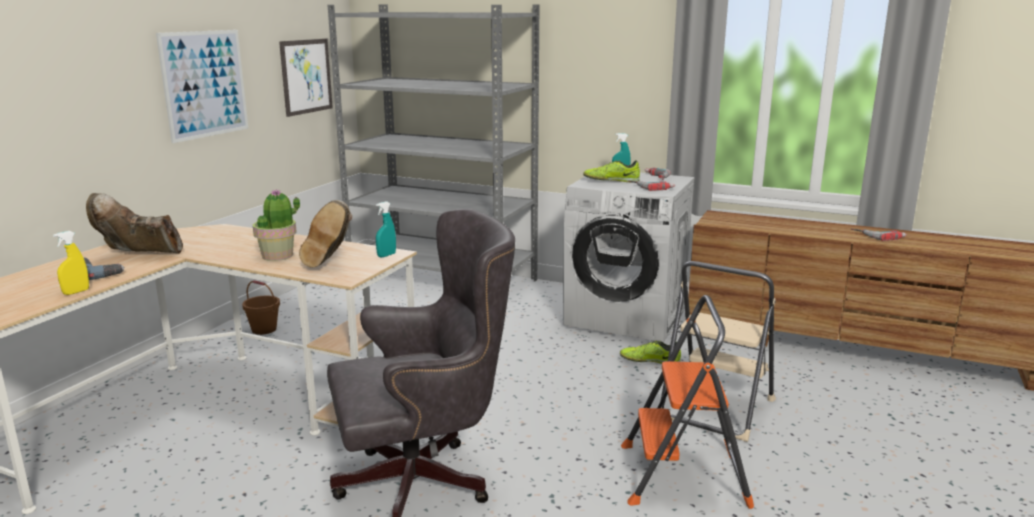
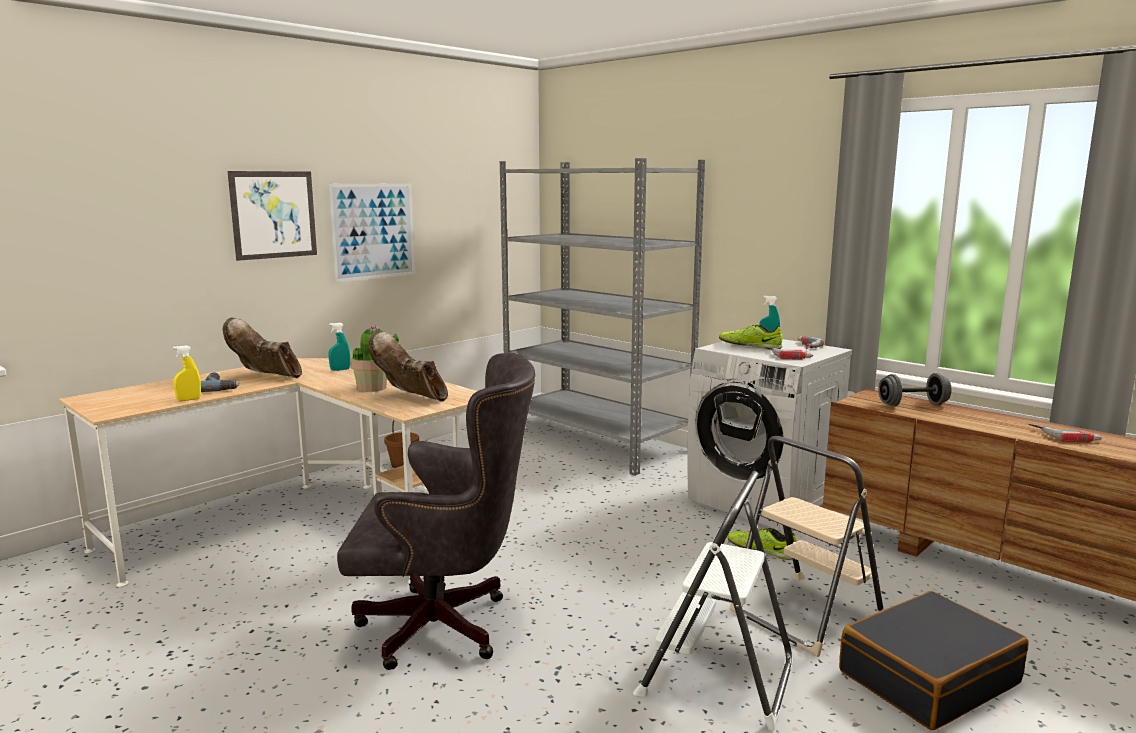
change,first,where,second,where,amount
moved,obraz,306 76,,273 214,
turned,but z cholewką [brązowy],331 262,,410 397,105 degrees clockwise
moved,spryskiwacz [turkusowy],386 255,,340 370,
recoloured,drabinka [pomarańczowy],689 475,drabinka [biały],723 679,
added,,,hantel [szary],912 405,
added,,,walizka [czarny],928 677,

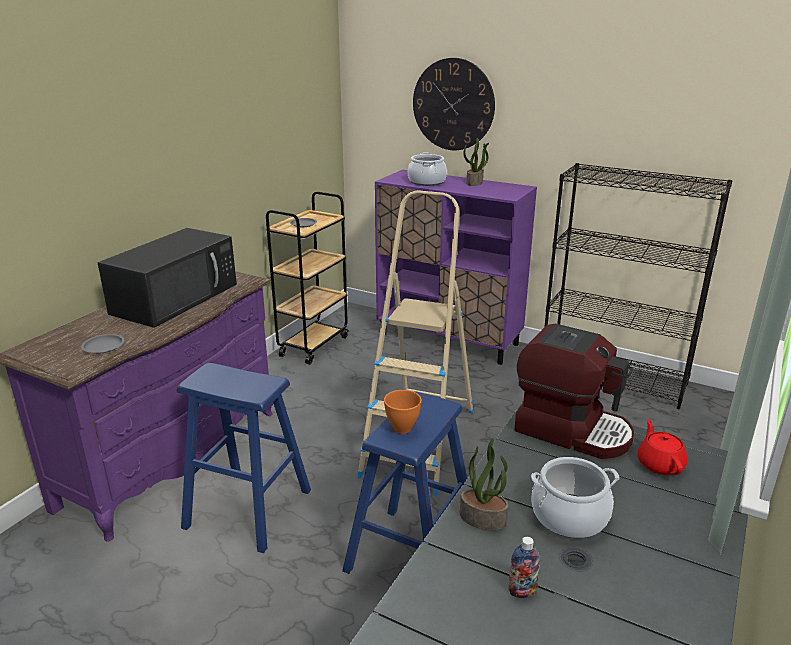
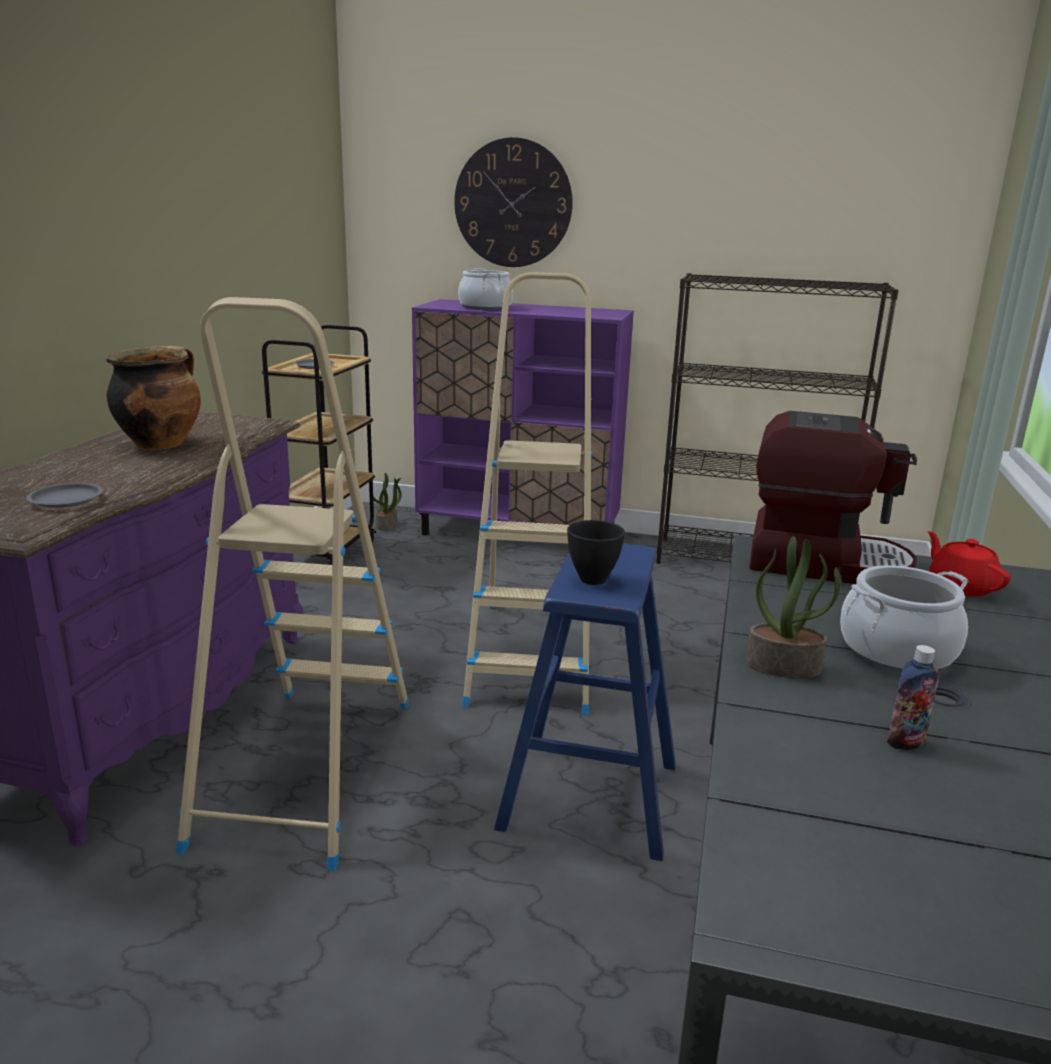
change,first,where,second,where,amount
moved,roślina doniczkowa,475 183,,387 525,
replaced,mikrofalówka [czarny],176 298,garnek,161 443,
replaced,stołek [niebieski],248 508,drabinka [beżowy],308 766,
recoloured,miska [pomarańczowy],403 428,miska [czarny],593 579,

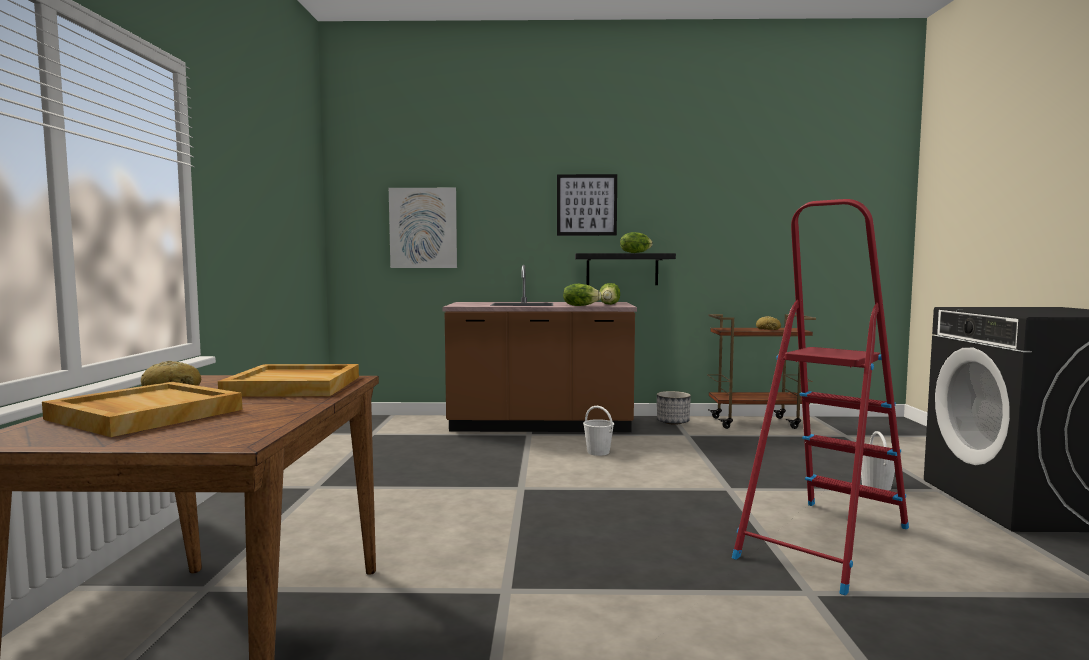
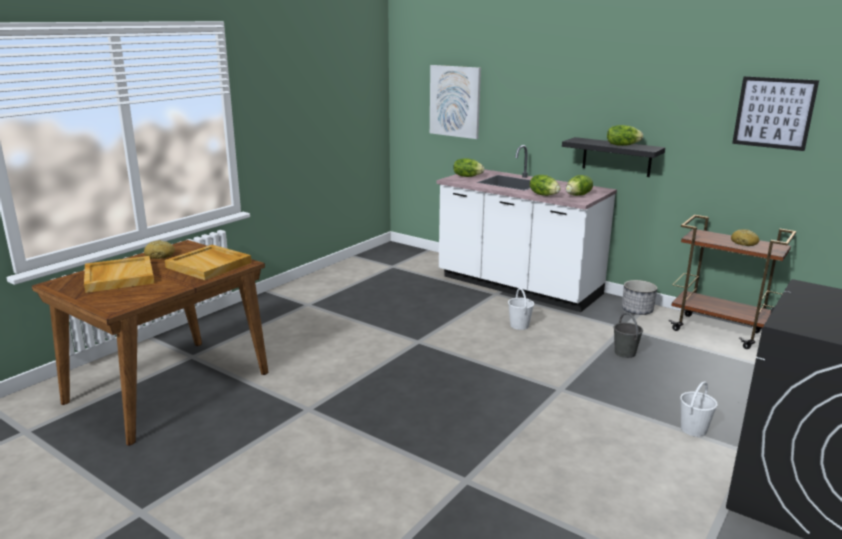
change,first,where,second,where,amount
moved,obraz,586 205,,773 113,
removed,drabinka [czerwony],825 541,,,
recoloured,zabudowa kuchenna [brązowy],540 425,zabudowa kuchenna [biały],518 286,
added,,,sałata,467 176,
added,,,wiadro [szary],625 353,

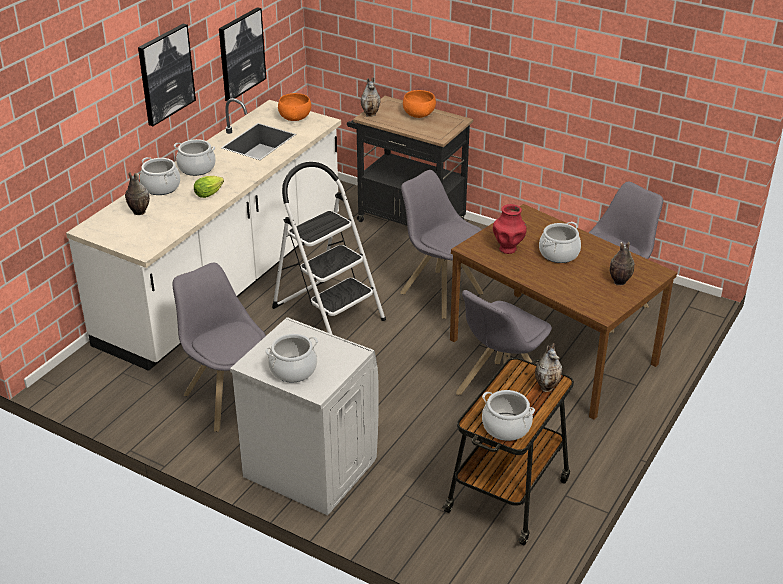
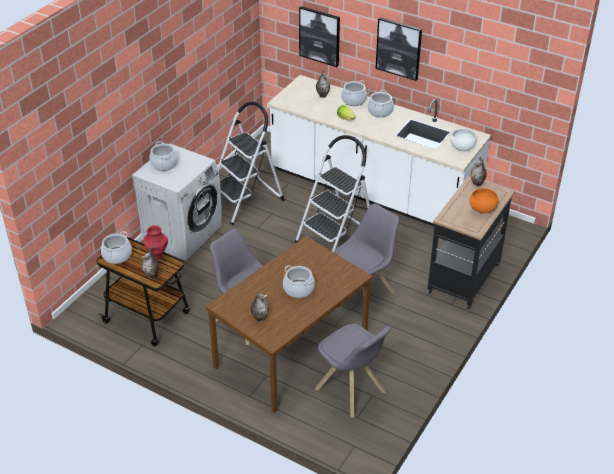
change,first,where,second,where,amount
moved,obraz,241 54,,320 36,
recoloured,miska [pomarańczowy],295 118,miska [biały],462 147,
moved,wazon [czerwony],508 249,,157 255,
replaced,krzesło [szary],227 399,drabinka,247 200,

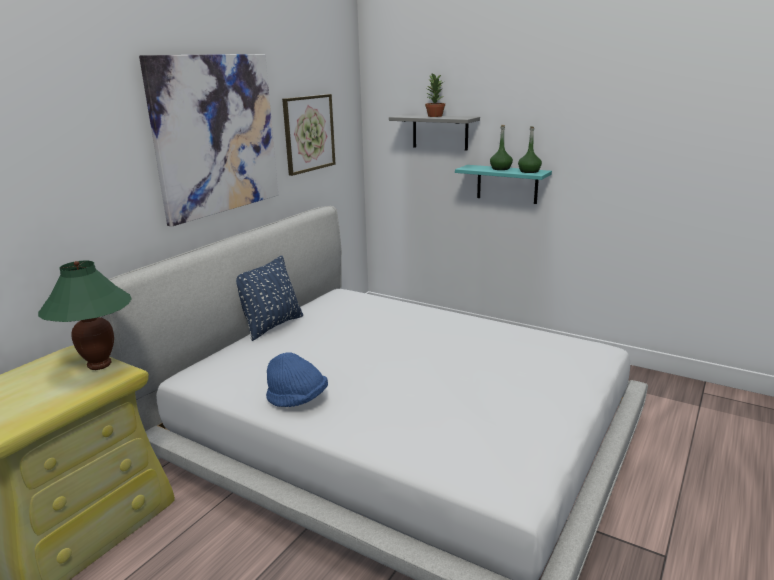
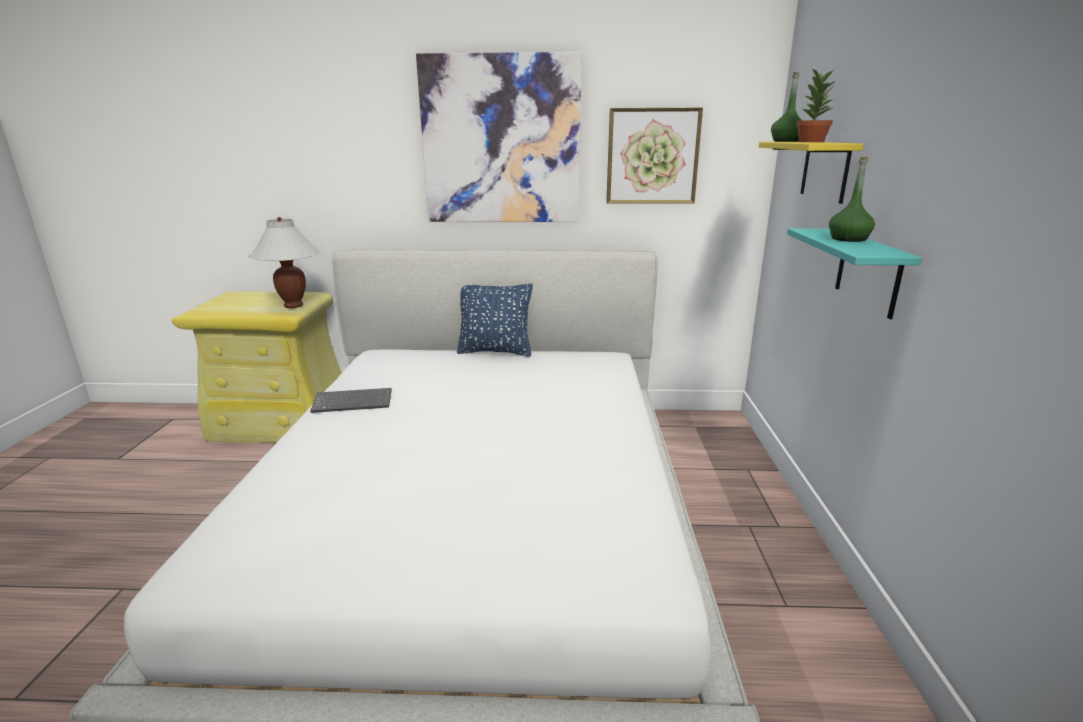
change,first,where,second,where,amount
recoloured,półka [szary],440 132,półka [żółty],825 170,
moved,butelka [zielony],529 171,,786 141,
recoloured,lampa stołowa [zielony],99 365,lampa stołowa [biały],293 305,
replaced,kapelusz [niebieski],297 400,klawiatura,354 401,

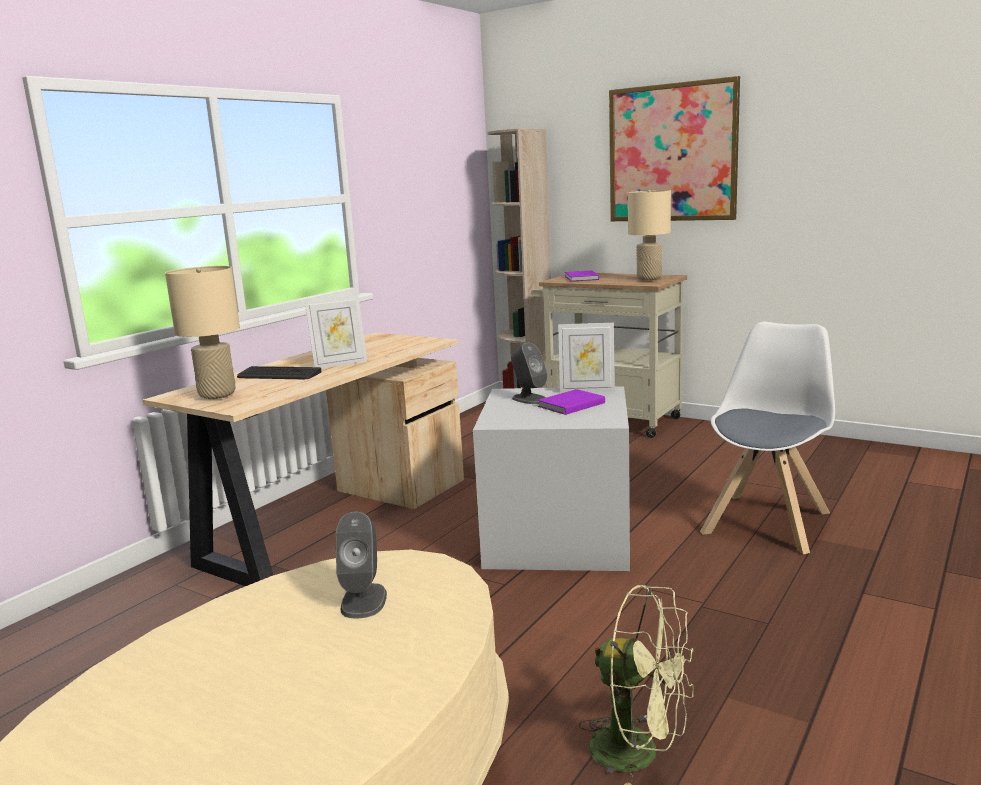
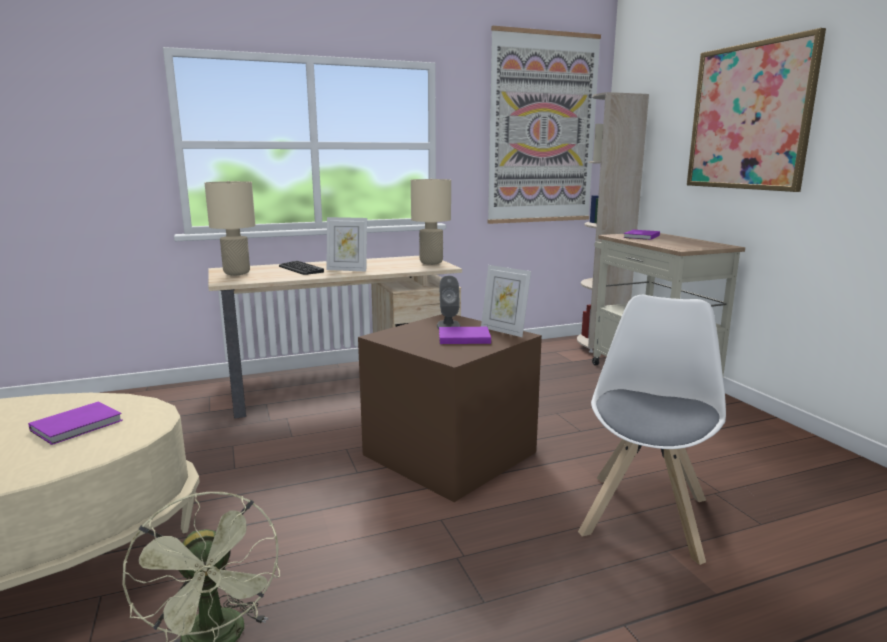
change,first,where,second,where,amount
moved,lampa stołowa [beżowy],649 279,,431 263,
turned,krzesło,767 521,,646 513,45 degrees counterclockwise
recoloured,pojemnik do przechowywania [szary],560 536,pojemnik do przechowywania [brązowy],452 453,
replaced,głośnik [szary],364 600,książka [fioletowy],79 425,
added,,,obraz,542 129,

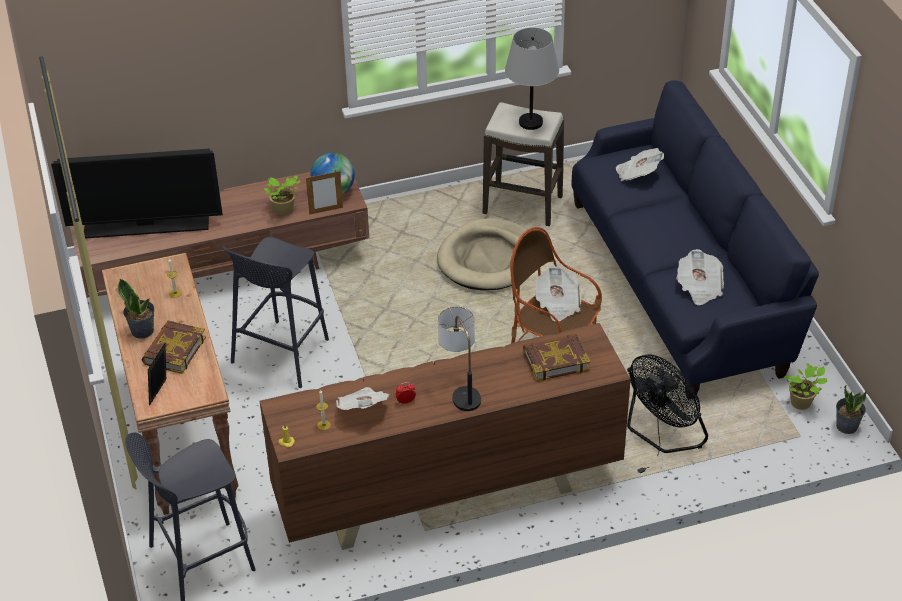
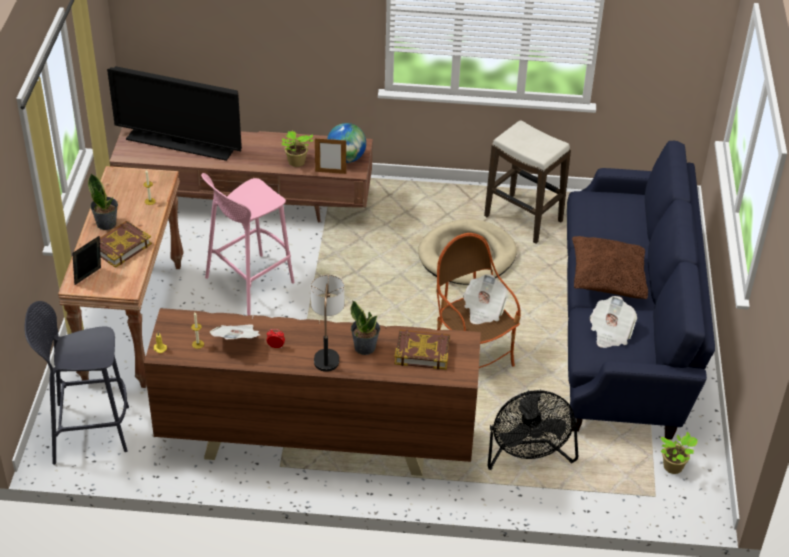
change,first,where,second,where,amount
removed,lampa stołowa [szary],531 122,,,
removed,gazeta,637 174,,,
recoloured,stołek [szary],282 354,stołek [różowy],250 283,
turned,wentylator [czarny],656 436,,524 453,105 degrees clockwise
moved,roślina doniczkowa,846 426,,365 347,
added,,,poduszka [brązowy],608 277,

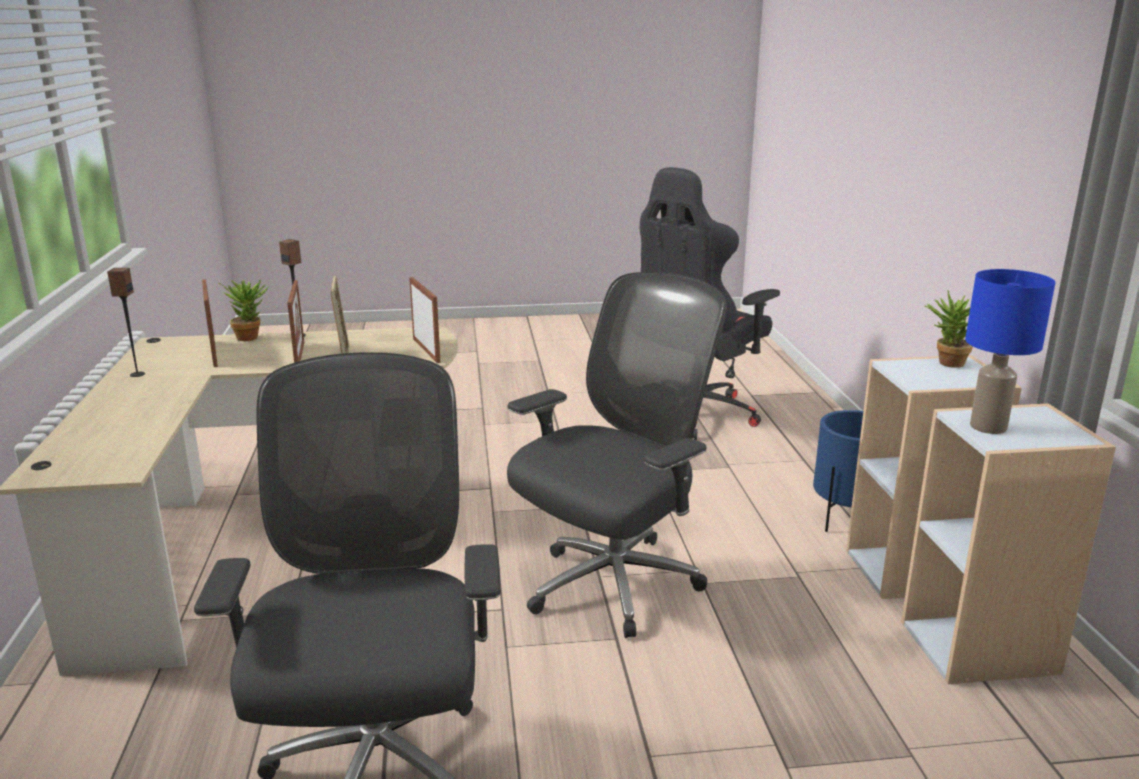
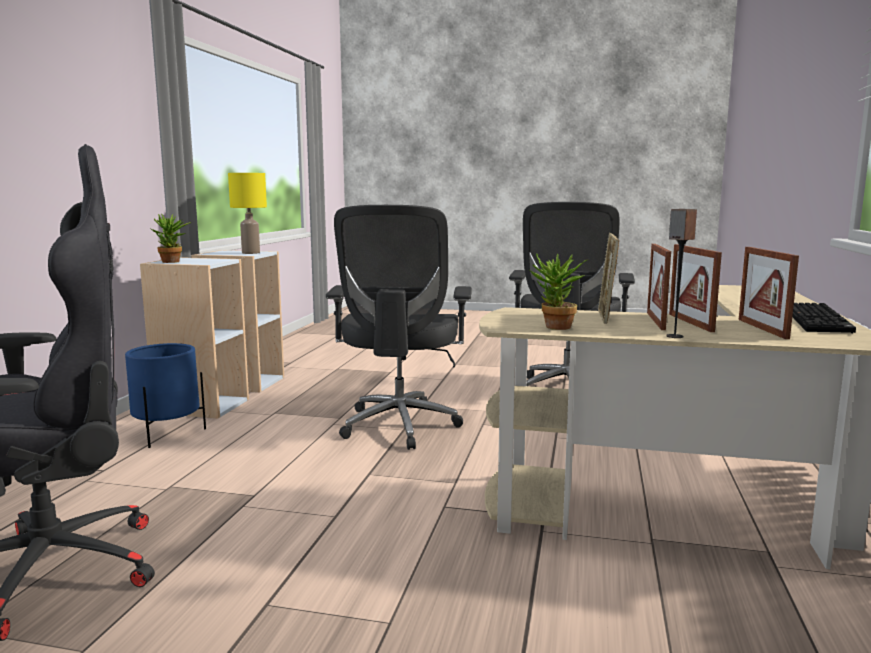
change,first,where,second,where,amount
replaced,głośnik,137 374,klawiatura,819 320,
recoloured,lampa stołowa [niebieski],989 427,lampa stołowa [żółty],251 253,
turned,krzesło biurowe,613 586,,399 424,60 degrees counterclockwise
moved,ramka na zdjęcie,426 350,,690 322,
moved,roślina doniczkowa,250 336,,555 328,

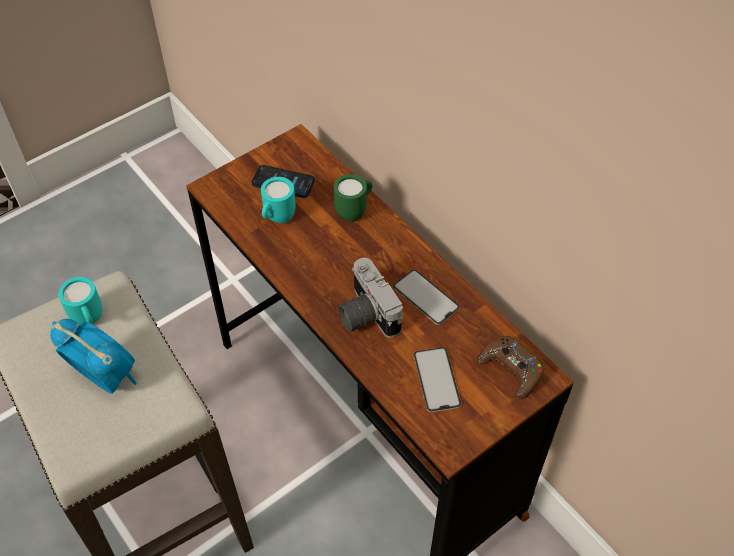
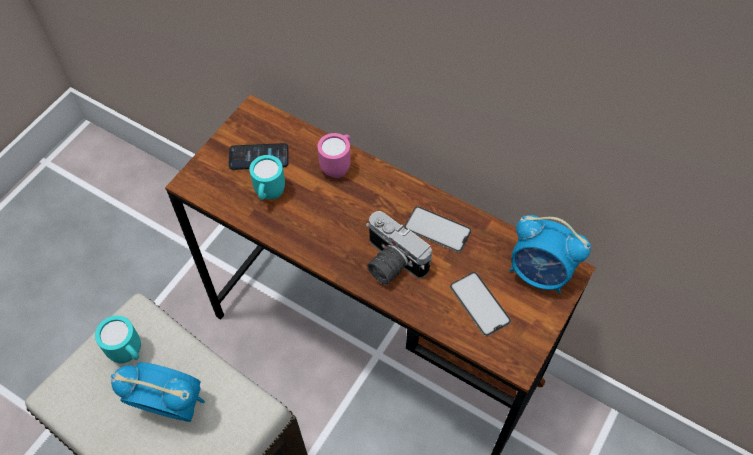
change,first,where,second,where,amount
recoloured,kubek [zielony],354 211,kubek [różowy],338 166,
replaced,pad do gier [brązowy],511 370,budzik,539 273,

